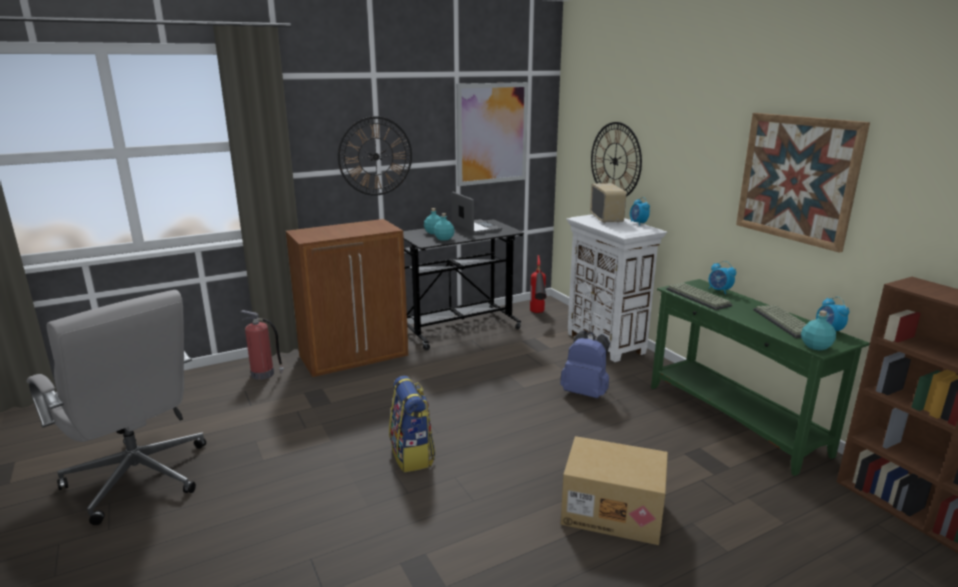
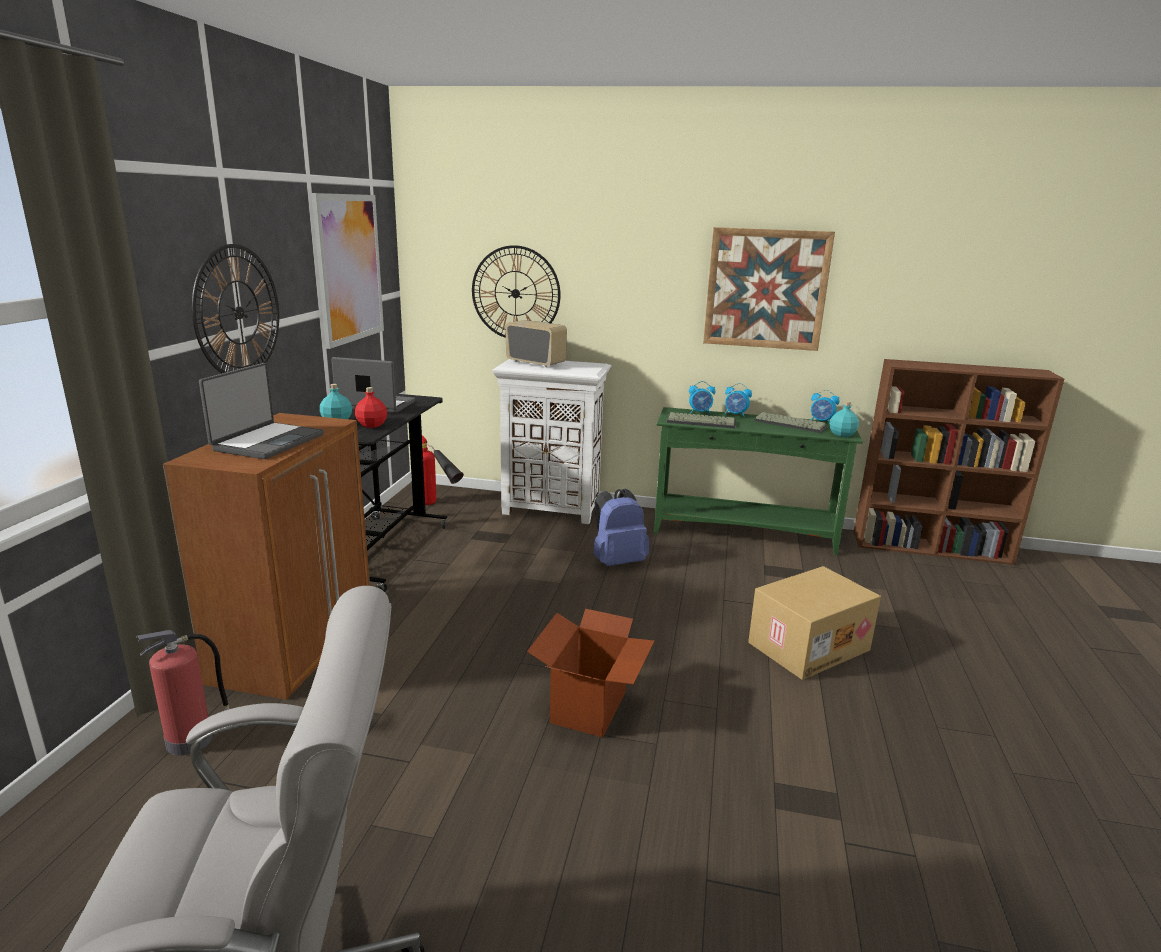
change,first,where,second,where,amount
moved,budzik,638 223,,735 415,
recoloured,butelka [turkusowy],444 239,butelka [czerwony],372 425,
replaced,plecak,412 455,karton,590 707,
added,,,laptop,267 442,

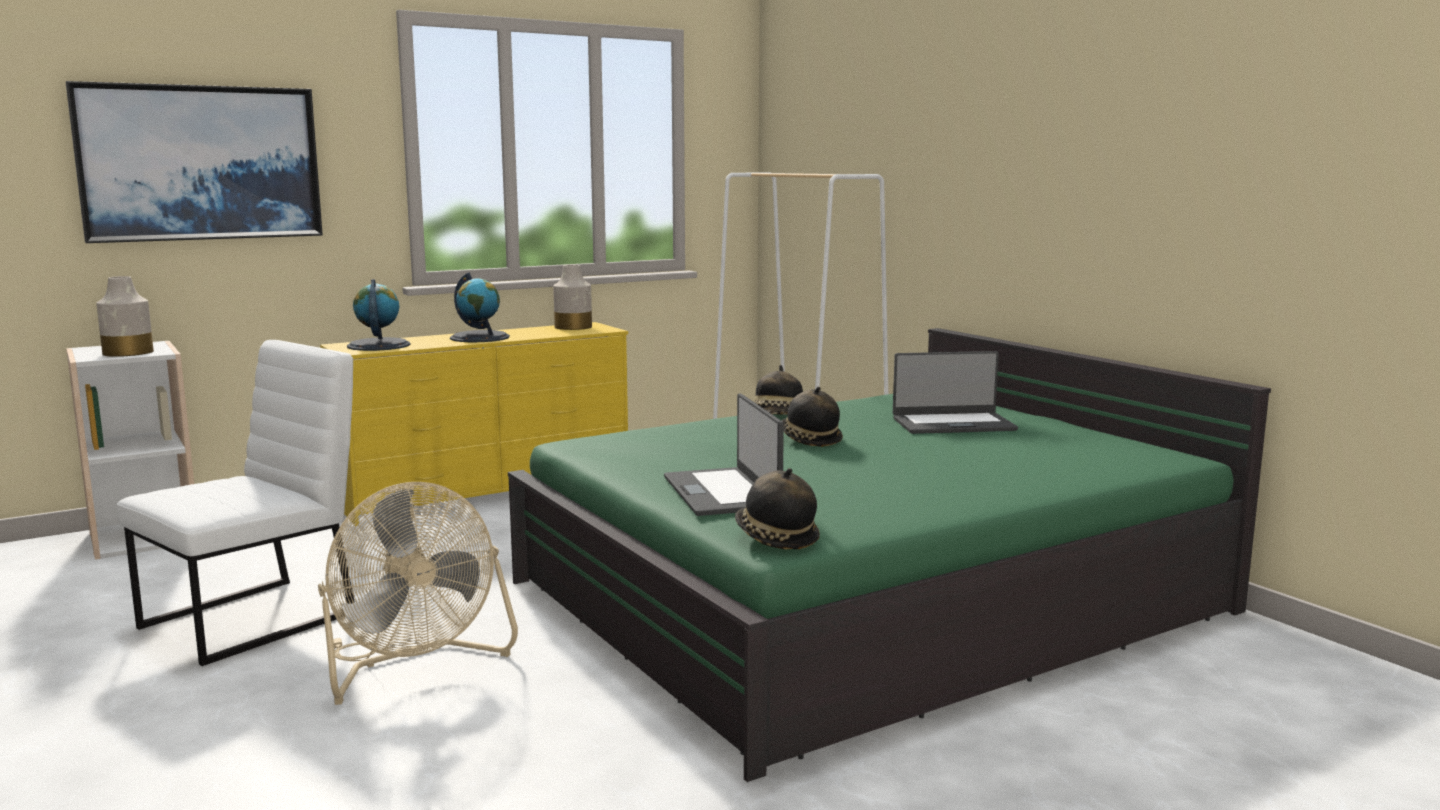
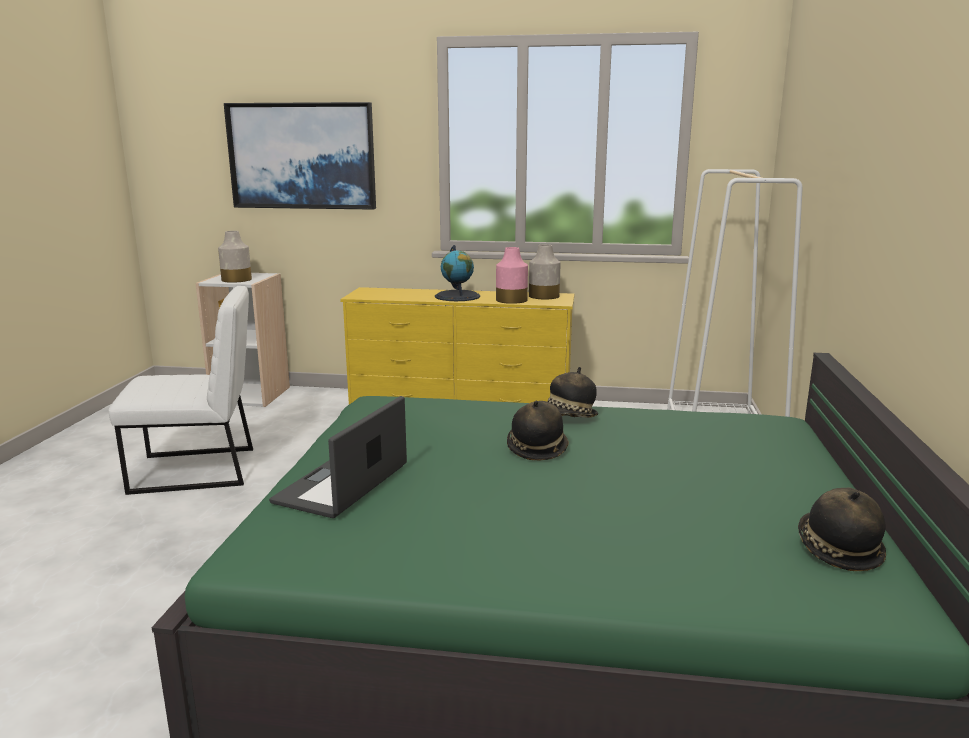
change,first,where,second,where,amount
removed,globus,378 345,,,
removed,laptop,953 424,,,
moved,kapelusz,775 538,,837 550,
removed,wentylator [beżowy],406 667,,,
added,,,wazon [różowy],511 300,

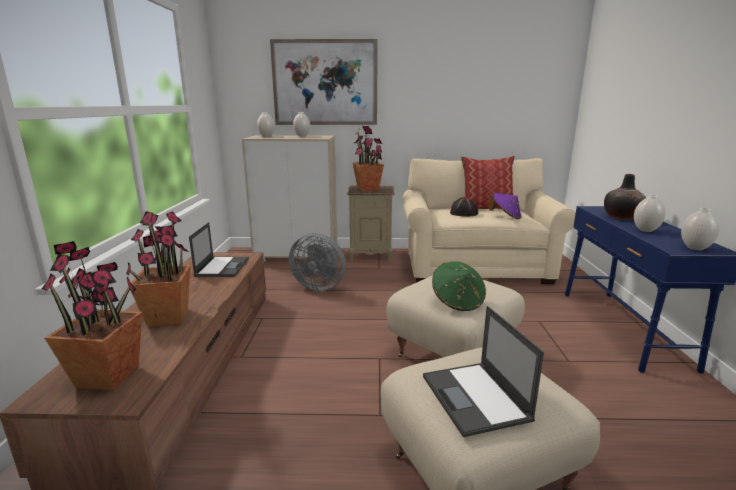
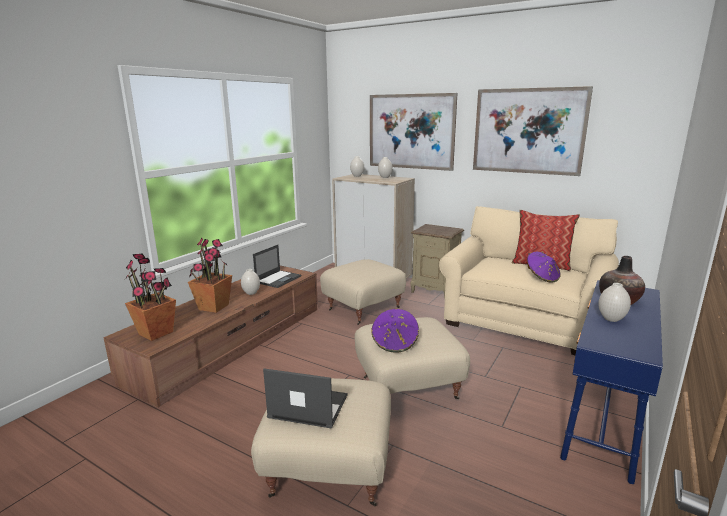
change,first,where,second,where,amount
removed,roślina doniczkowa,368 189,,,
removed,kapelusz [czarny],464 213,,,
moved,wazon [biały],695 248,,251 293,
replaced,wentylator [szary],319 286,pufa [beżowy],364 309,
recoloured,kapelusz [zielony],457 301,kapelusz [fioletowy],395 343,
turned,laptop,475 398,,307 406,90 degrees clockwise
added,,,obraz,528 131,

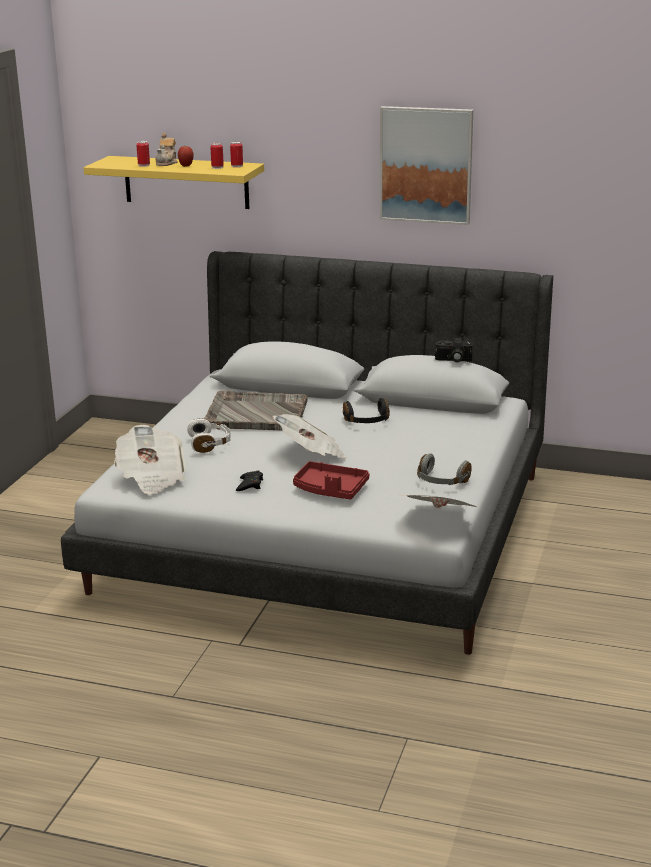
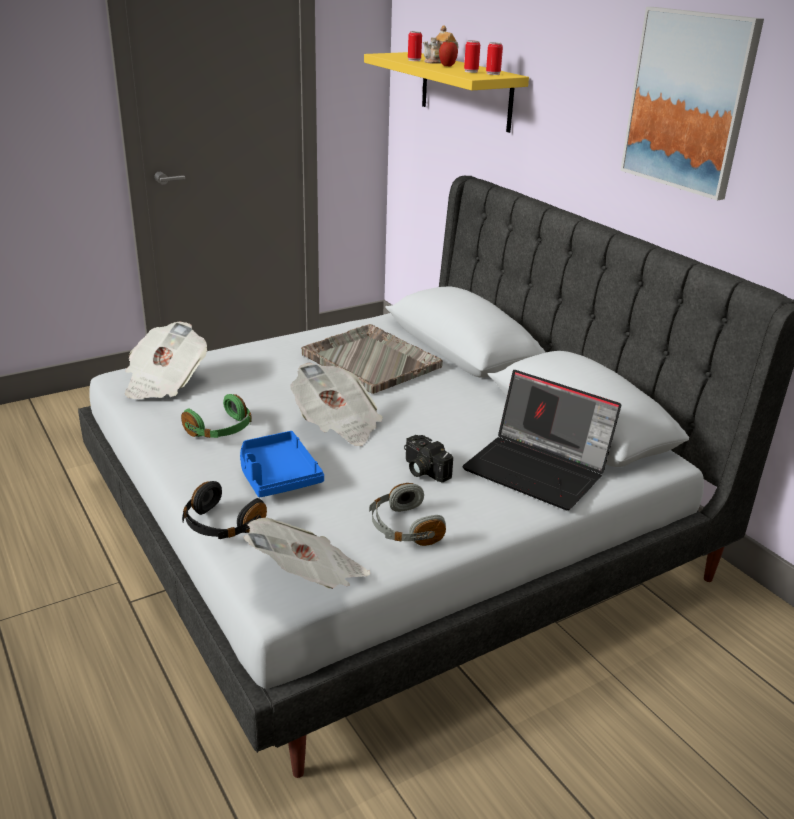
change,first,where,second,where,amount
moved,aparat fotograficzny,453 360,,423 470,
moved,słuchawki [czarny],367 421,,221 526,
removed,słuchawki [biały],210 443,,,
recoloured,taca [czerwony],330 490,taca [niebieski],277 475,
replaced,pad do gier [czarny],250 485,słuchawki [zielony],221 430,
added,,,laptop,538 470,

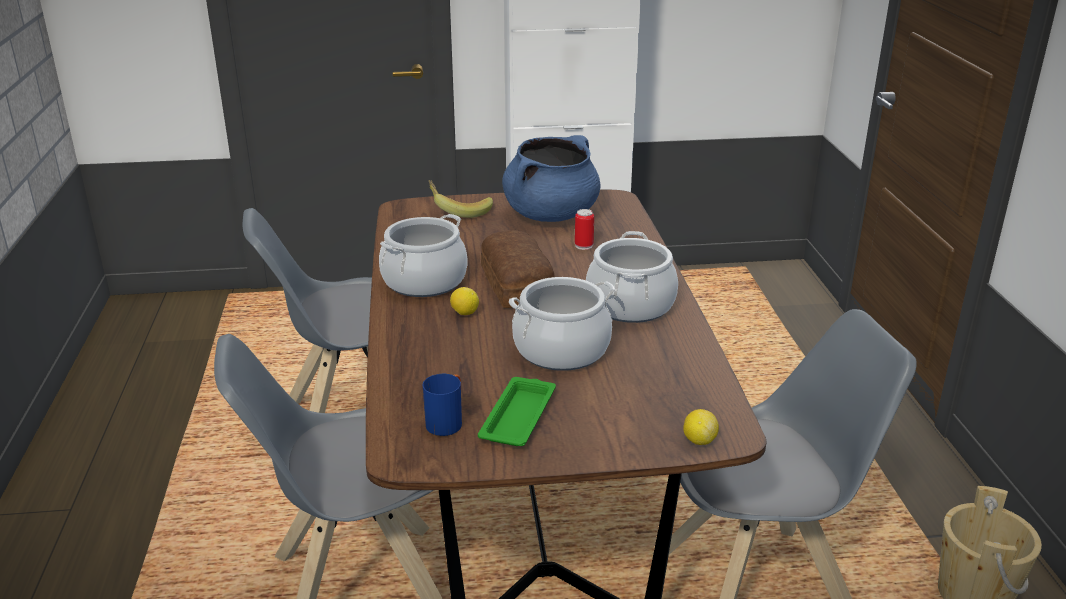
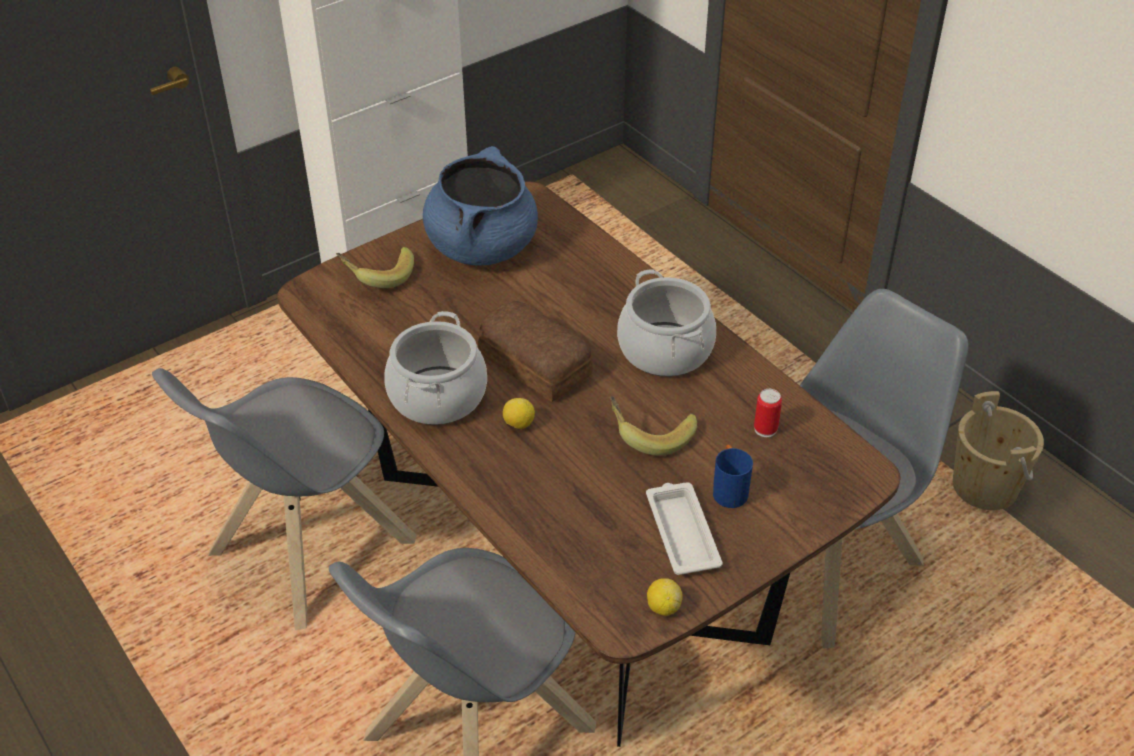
change,first,where,second,where,amount
moved,puszka,584 246,,765 429,
replaced,garnek,561 350,banan,650 434,
moved,kubek [niebieski],447 421,,728 489,
recoloured,taca [zielony],519 416,taca [biały],681 532,
moved,cytryna,699 440,,663 607,

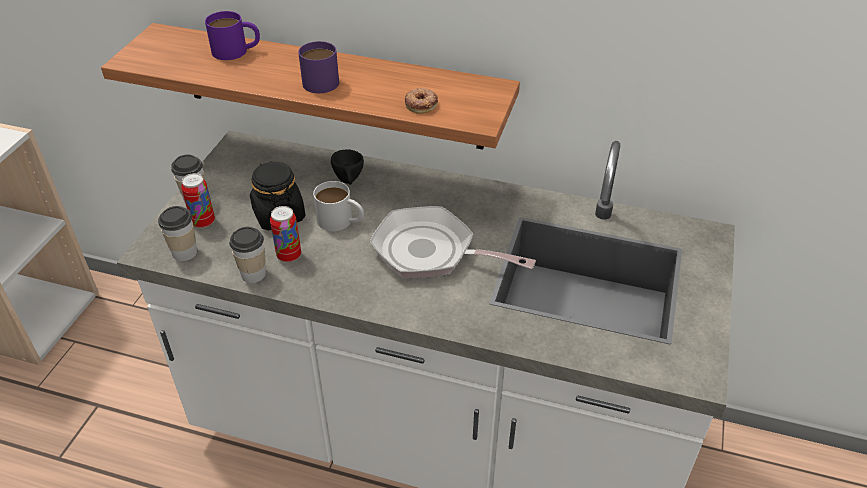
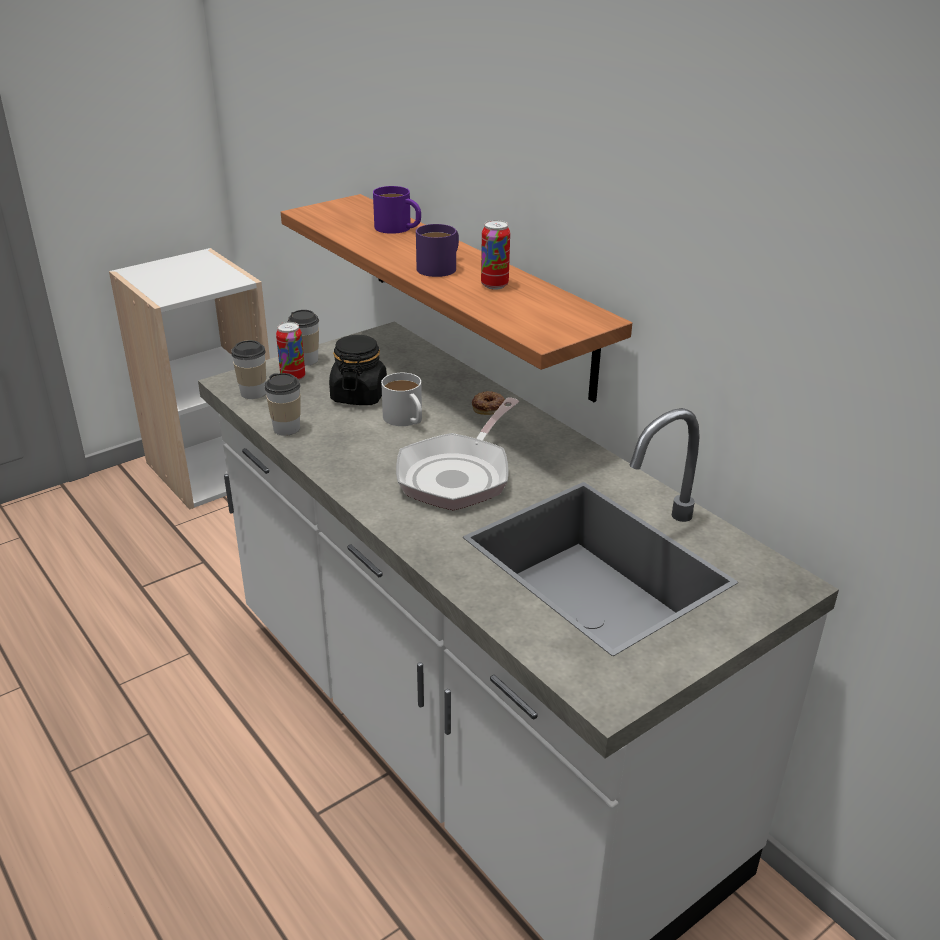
change,first,where,second,where,amount
moved,donut,421 104,,489 407,
removed,filiżanka [czarny],349 181,,,
moved,puszka,289 256,,494 285,
turned,patelnia,431 252,,458 475,120 degrees counterclockwise

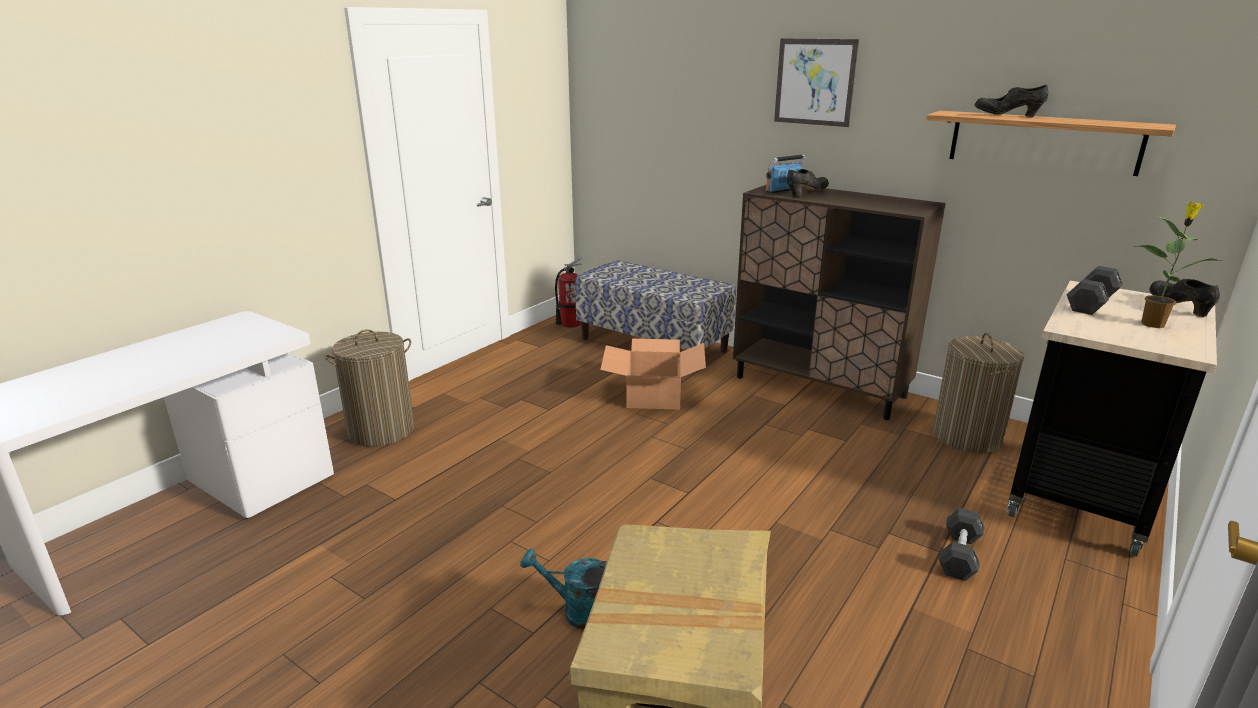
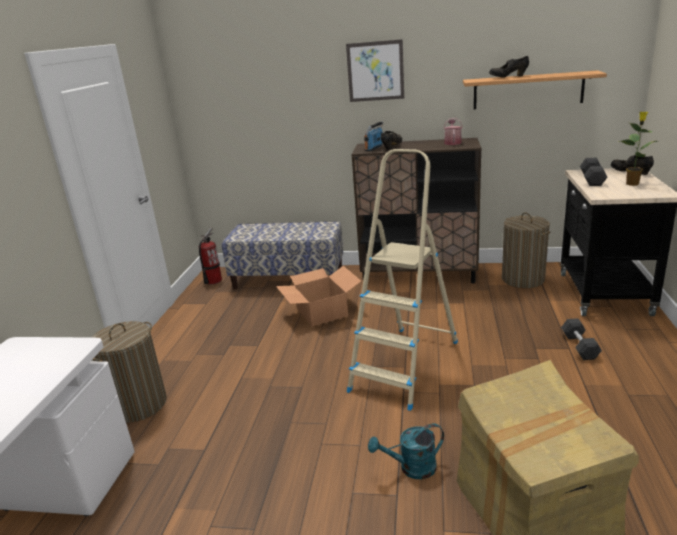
change,first,where,second,where,amount
added,,,konewka,452 142,
added,,,drabinka [beżowy],405 366,

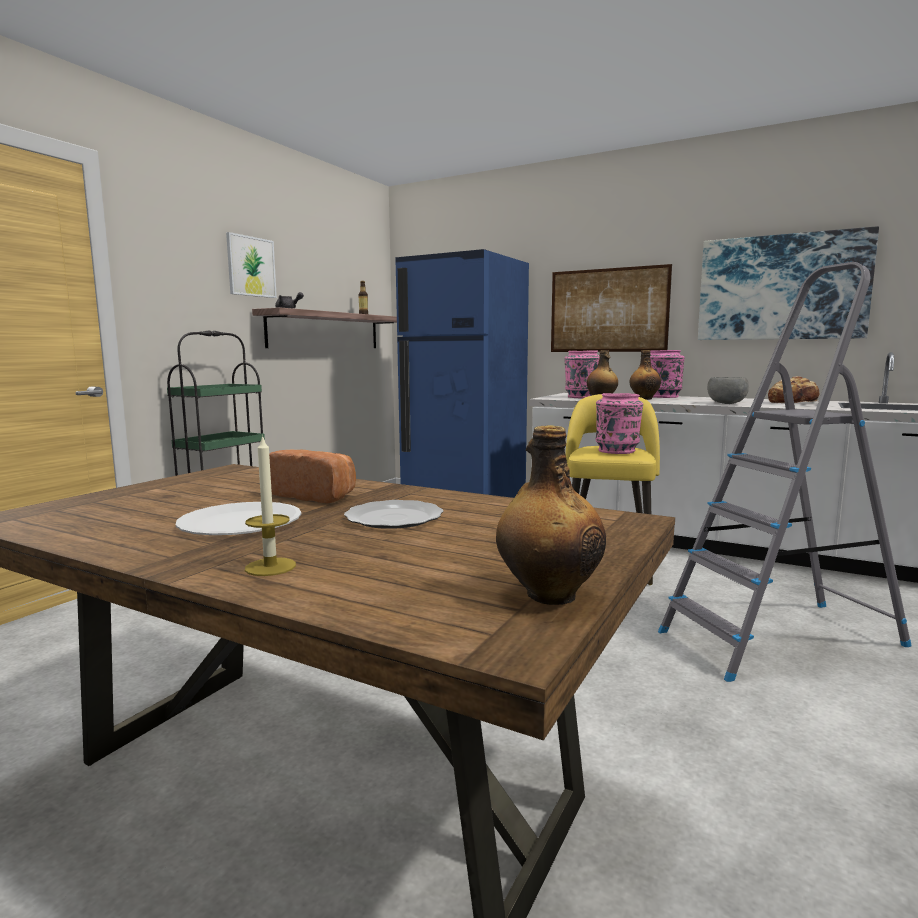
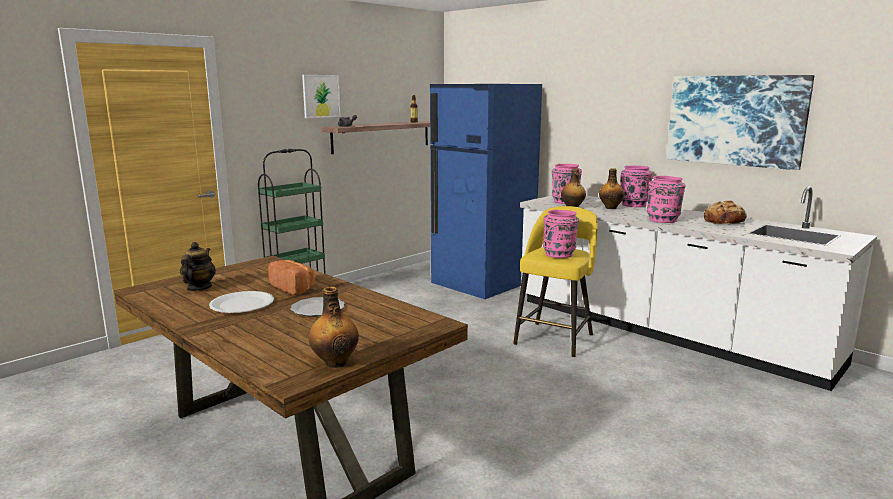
change,first,where,second,where,amount
removed,drabinka [szary],780 639,,,
removed,obraz,608 310,,,
replaced,miska [szary],726 403,wazon [różowy],663 220,
removed,świeca,270 567,,,
added,,,imbryk,199 288,

